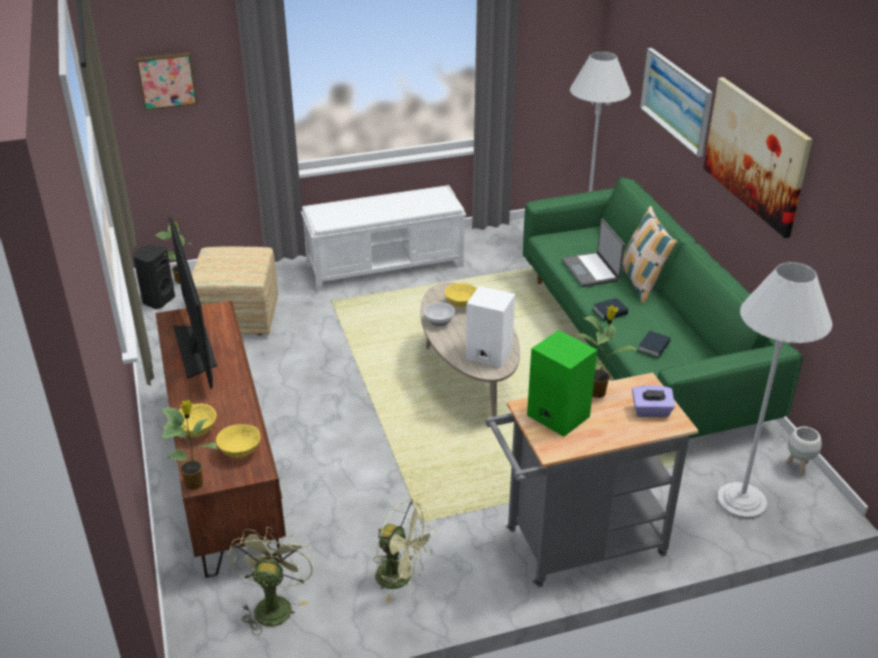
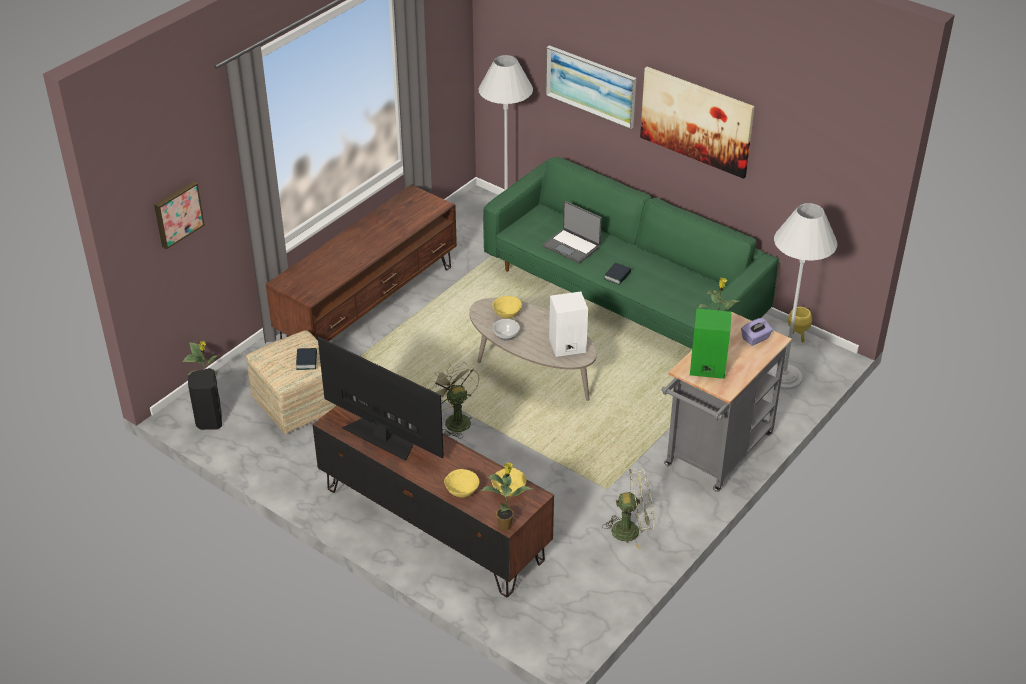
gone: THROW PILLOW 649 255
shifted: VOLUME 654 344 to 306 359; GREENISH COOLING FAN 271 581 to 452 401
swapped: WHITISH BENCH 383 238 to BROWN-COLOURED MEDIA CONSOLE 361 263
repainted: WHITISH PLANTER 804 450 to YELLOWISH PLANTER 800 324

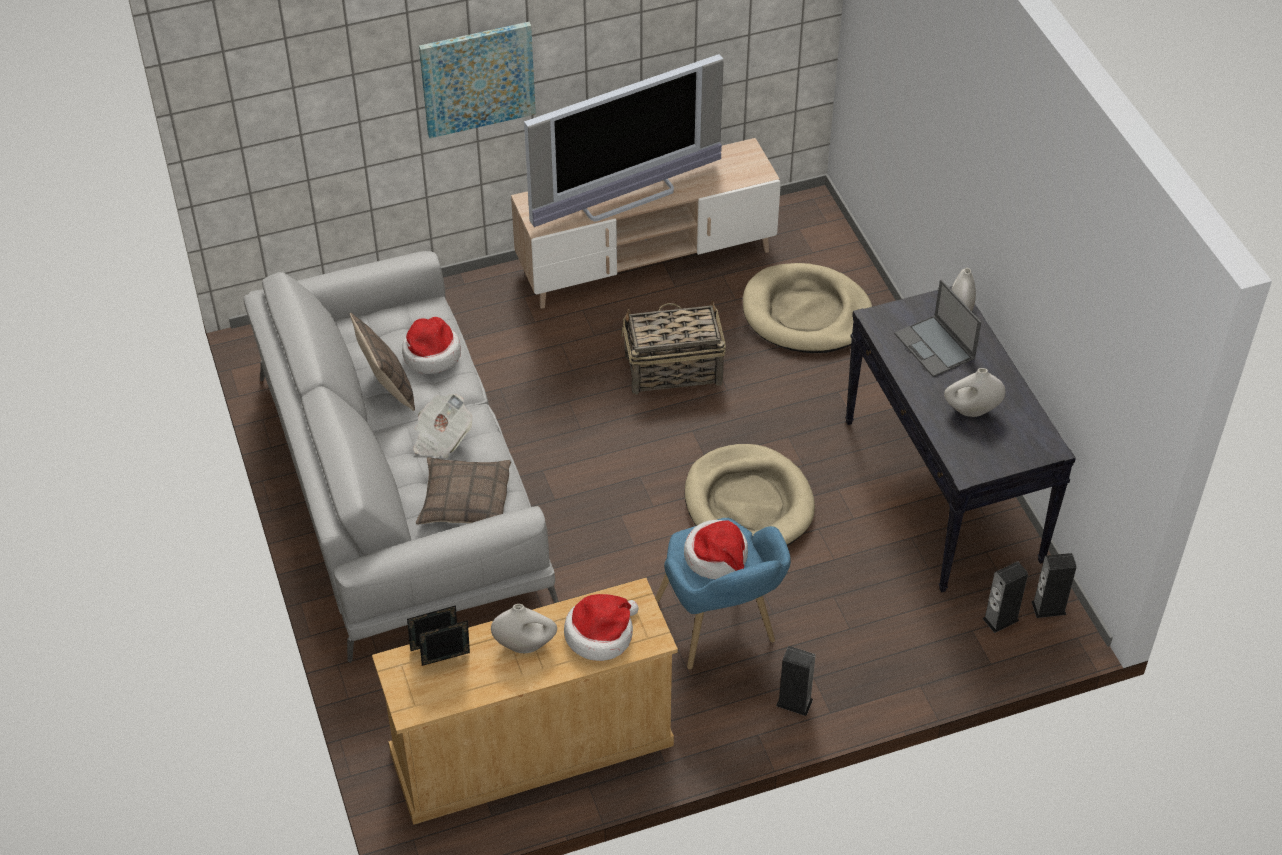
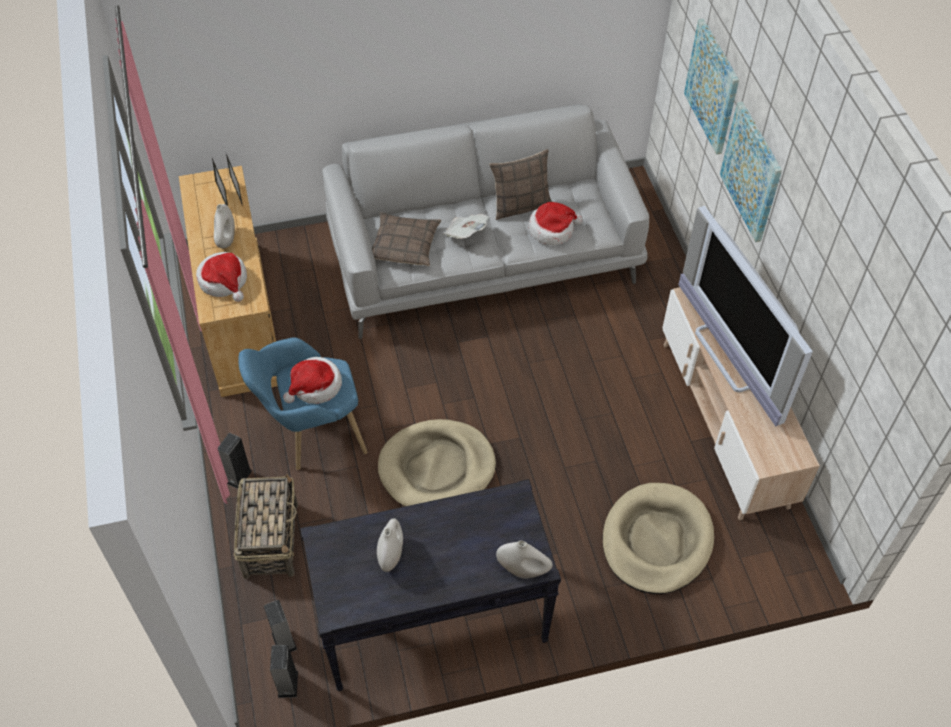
gone: NOTEBOOK COMPUTER 937 328
new: WALL ART 711 86
shifted: BASKET 674 348 to 266 526

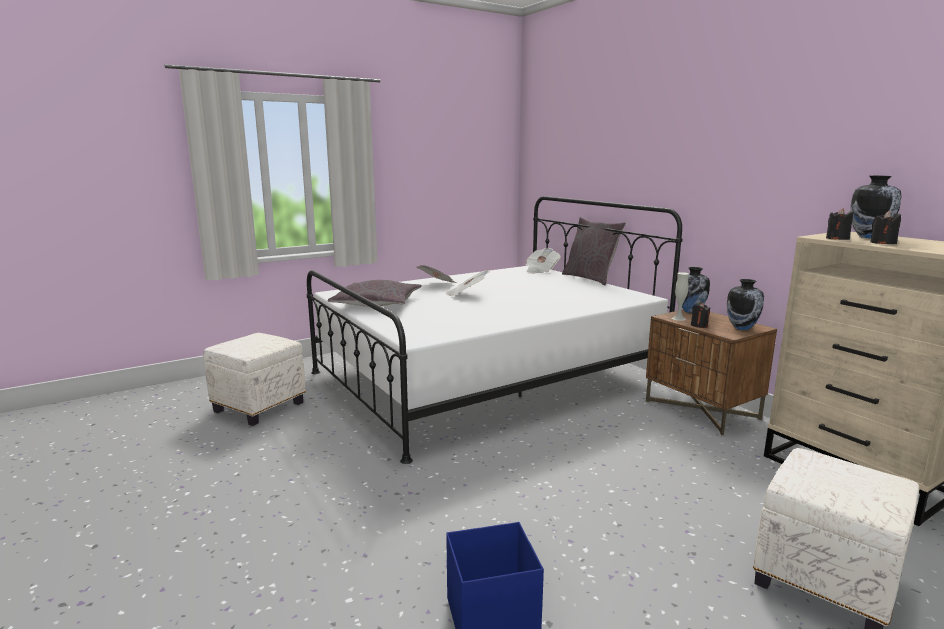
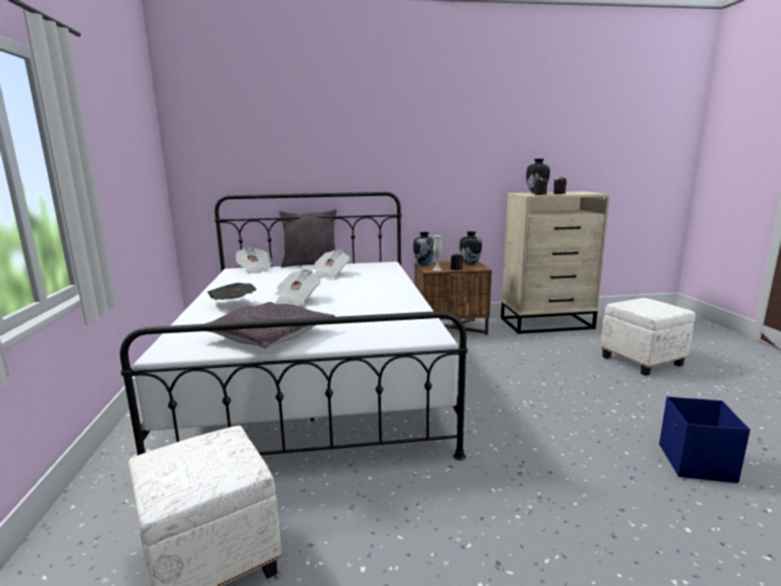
new: DAILY PAPER 331 264

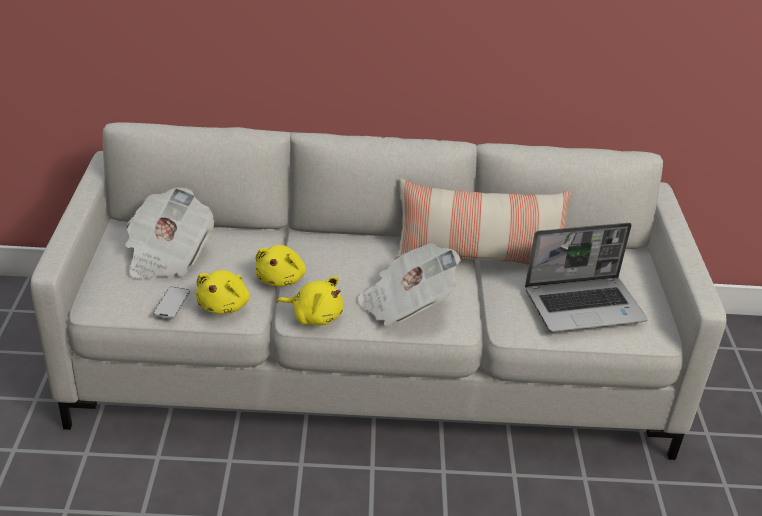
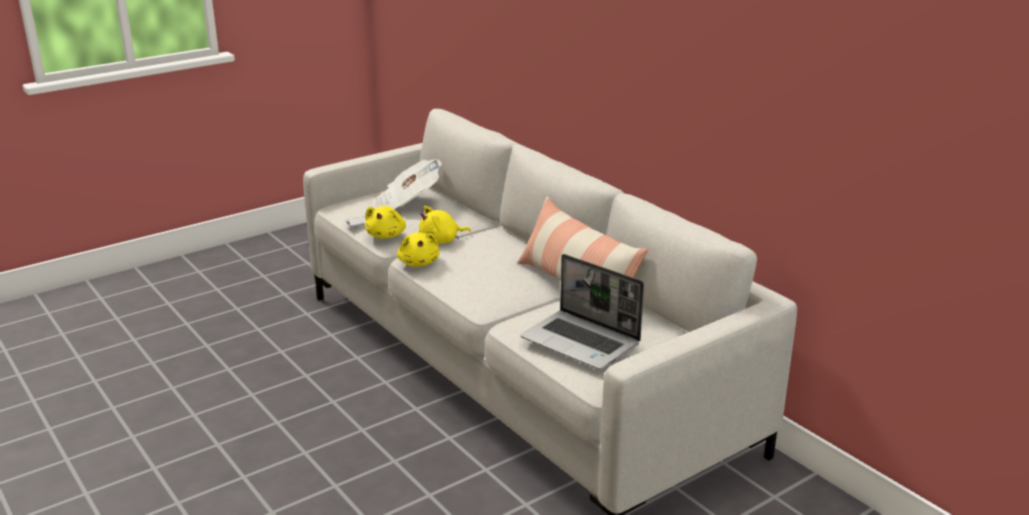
gone: DAILY PAPER 409 284
rotated: YELLOWISH PLUSH TOY 223 292 = 385 222 60 degrees counterclockwise

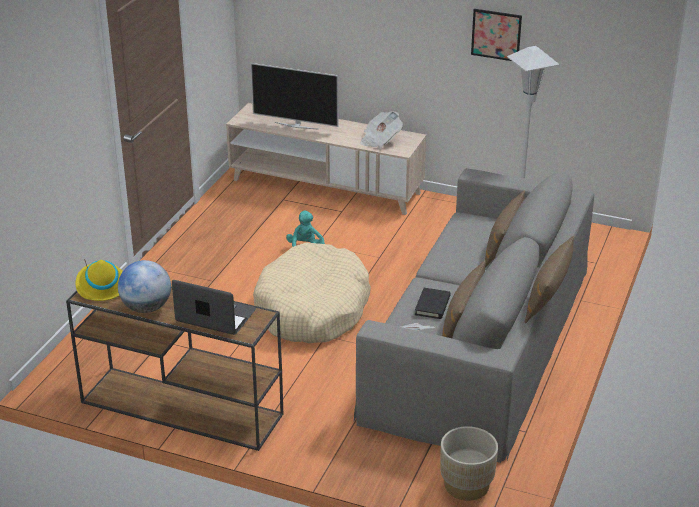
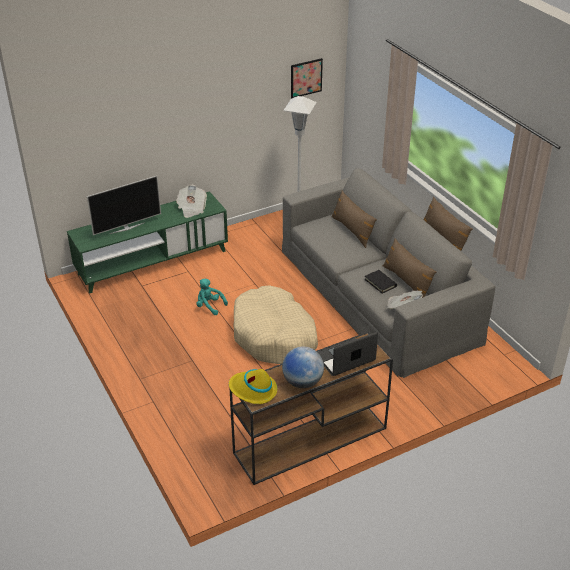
gone: BEIGE PLANTER 469 463
shifted: WALL ART 496 35 to 307 78
repainted: BEIGE MEDIA CONSOLE 326 159 to GREENISH MEDIA CONSOLE 147 242

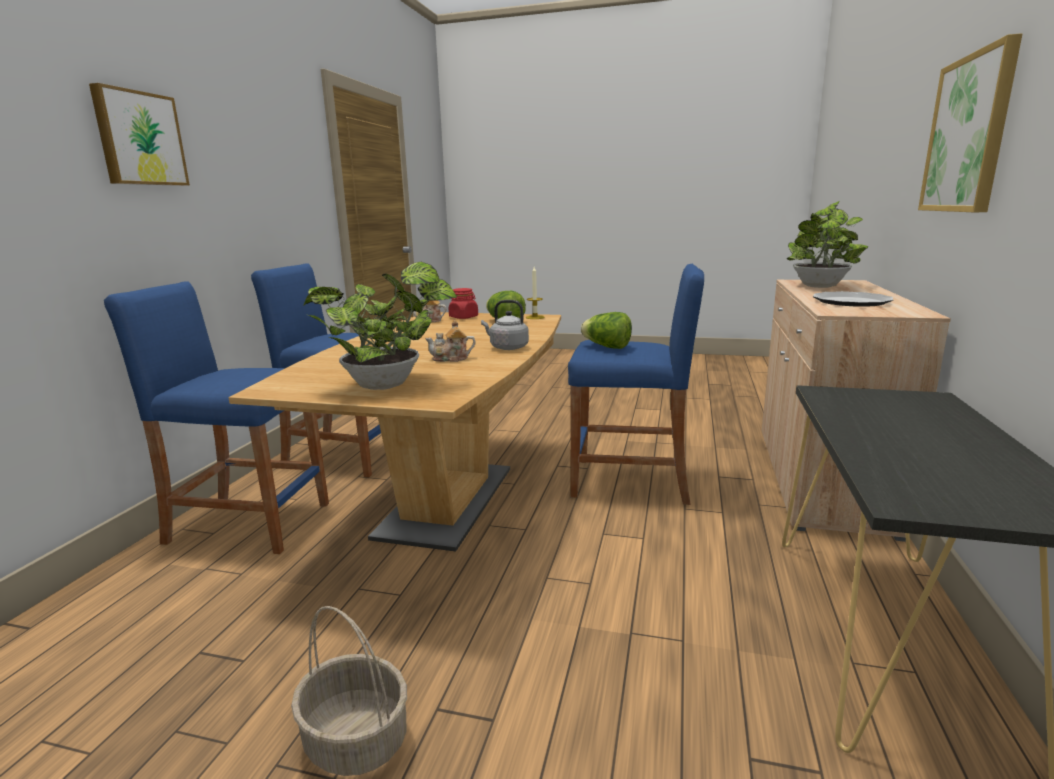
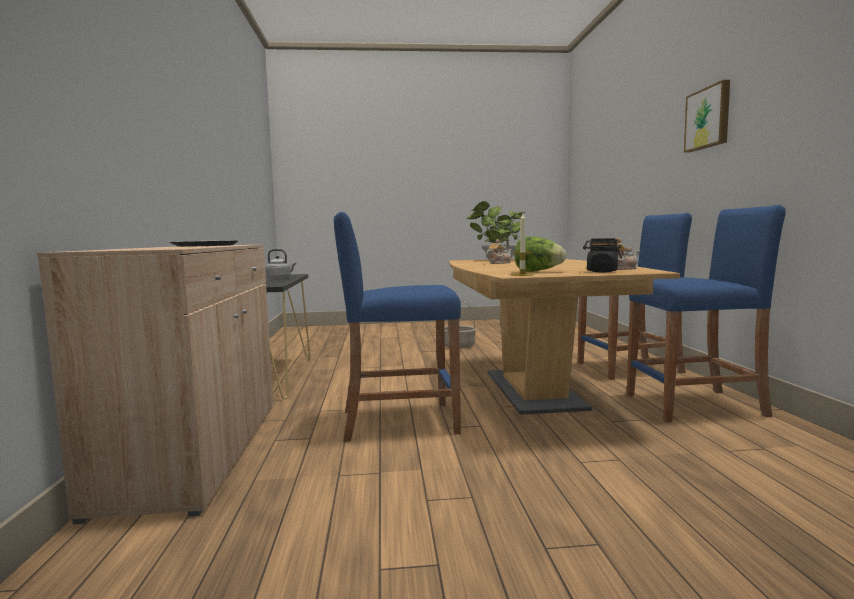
gone: WALL ART 970 122; HOUSEPLANT 828 244; HEAD OF LETTUCE 606 330
shifted: GRAY WATER KETTLE 505 325 to 281 264
repainted: RED STORAGE JAR 463 303 to BLACK-COLOURED STORAGE JAR 602 255

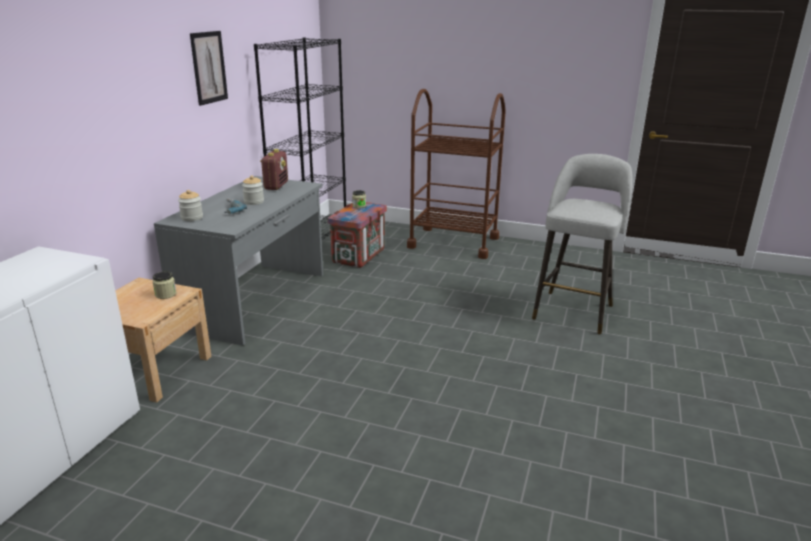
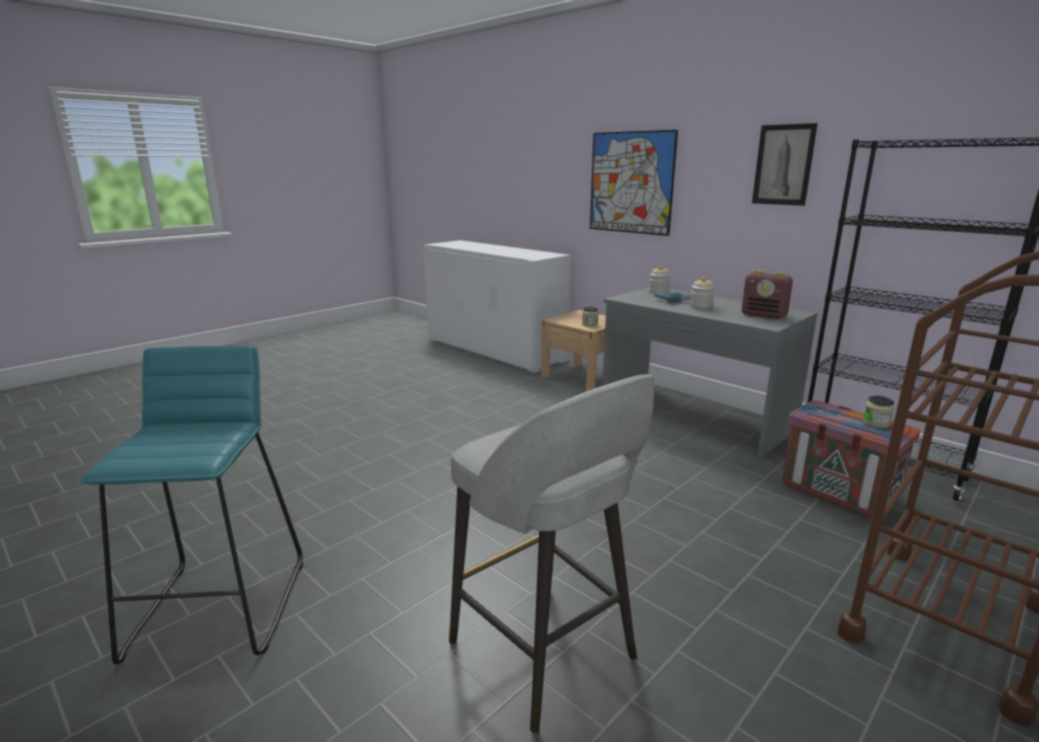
new: WALL ART 634 183; BLUE-GREEN STOOL 192 505

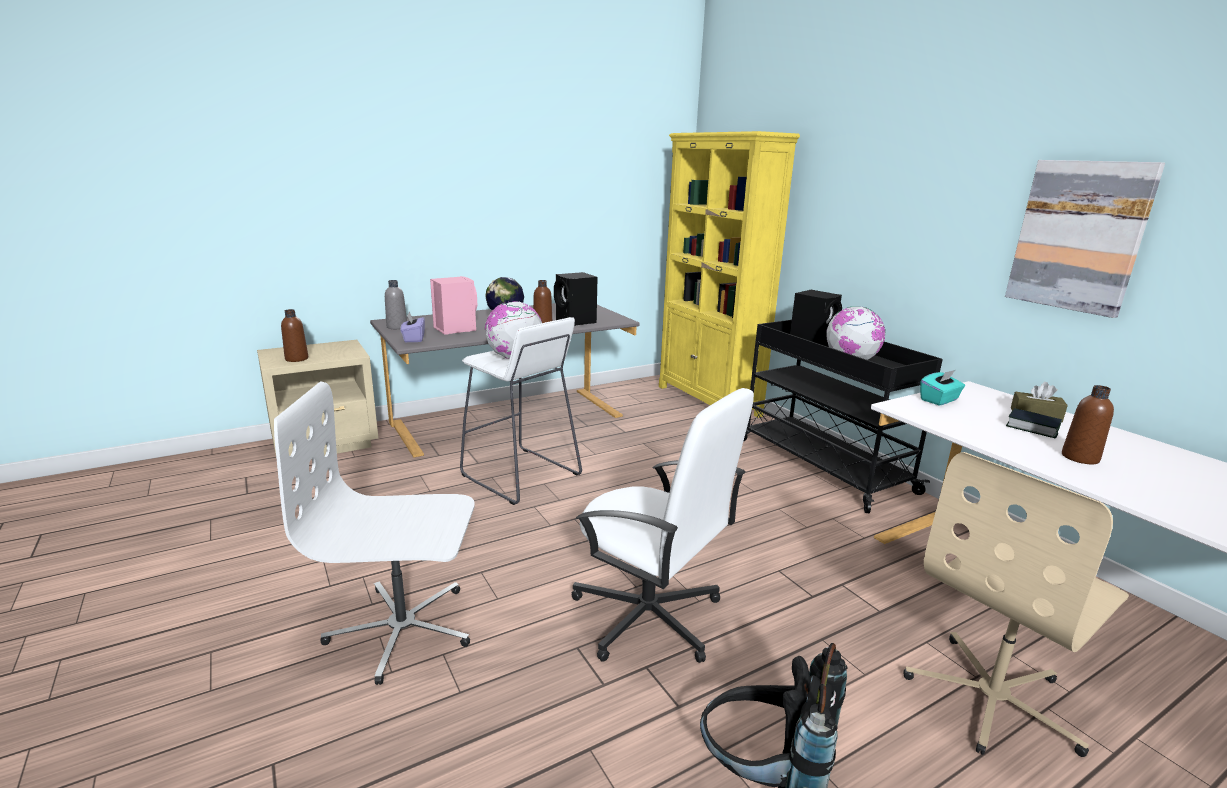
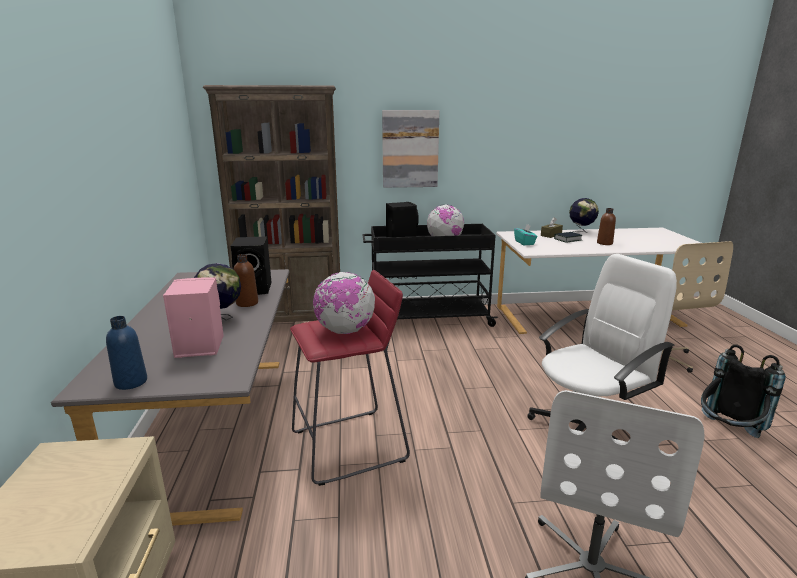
gone: BROWN-COLOURED DRINK BOTTLE 294 335; PURPLE TISSUE HOLDER 412 327
new: DESK GLOBE 584 215
shifted: WALL ART 1085 239 to 411 149
repainted: YELLOWISH BOOKCASE 729 274 to BROWN-COLOURED BOOKCASE 271 204; GRAY DRINK BOTTLE 396 304 to BLUE-COLOURED DRINK BOTTLE 126 353; WHITISH STOOL 521 411 to RED STOOL 350 378

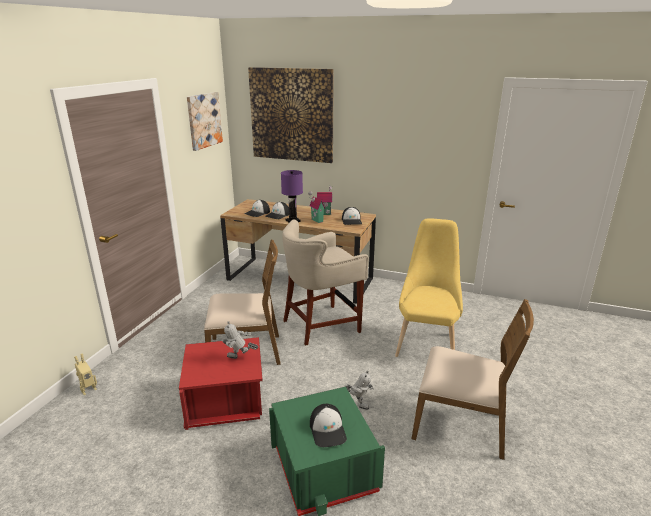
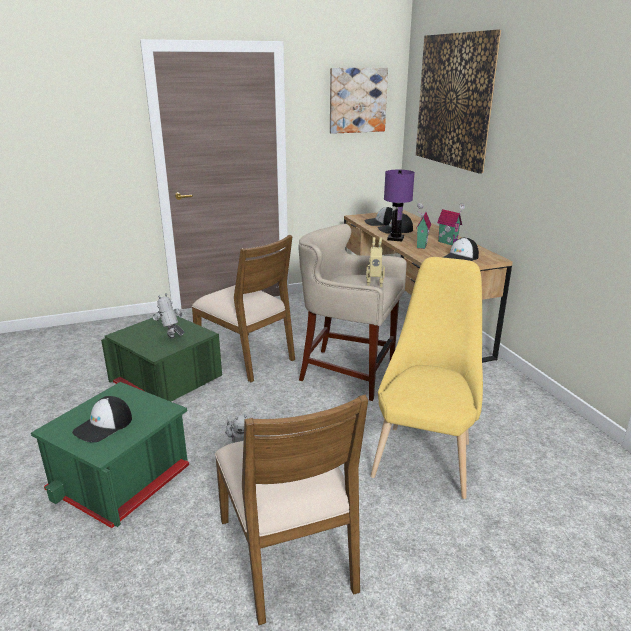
shifted: ROBOT FIGURE 85 374 to 375 262
repainted: RED STORAGE BIN 221 383 to GREENISH STORAGE BIN 161 359
rotated: YELLOWISH PLAIN CHAIR 429 287 = 426 378 45 degrees counterclockwise

